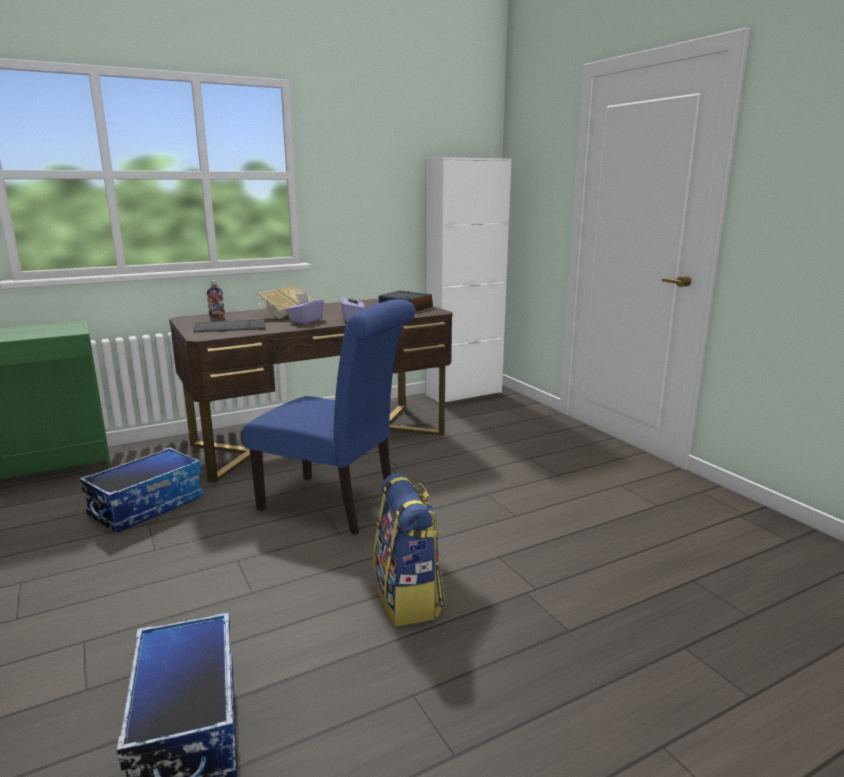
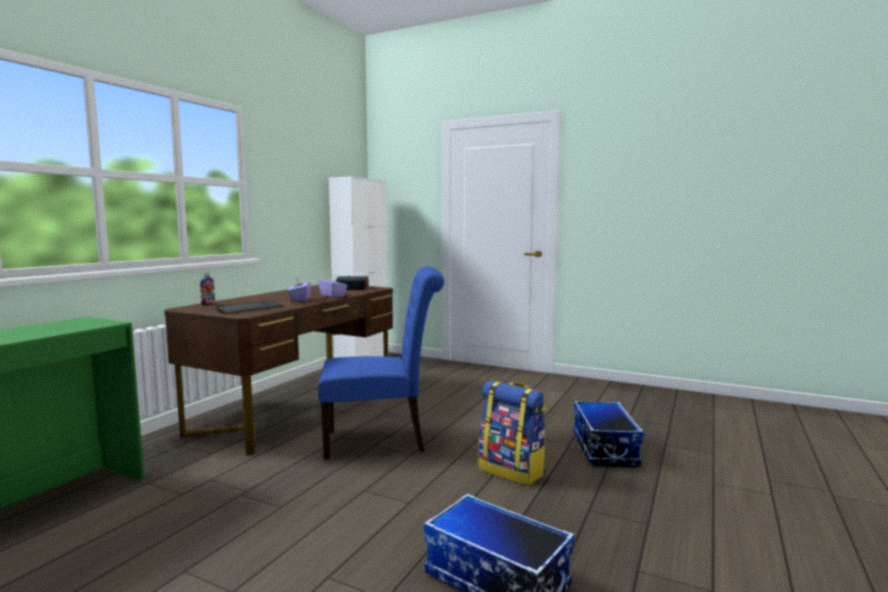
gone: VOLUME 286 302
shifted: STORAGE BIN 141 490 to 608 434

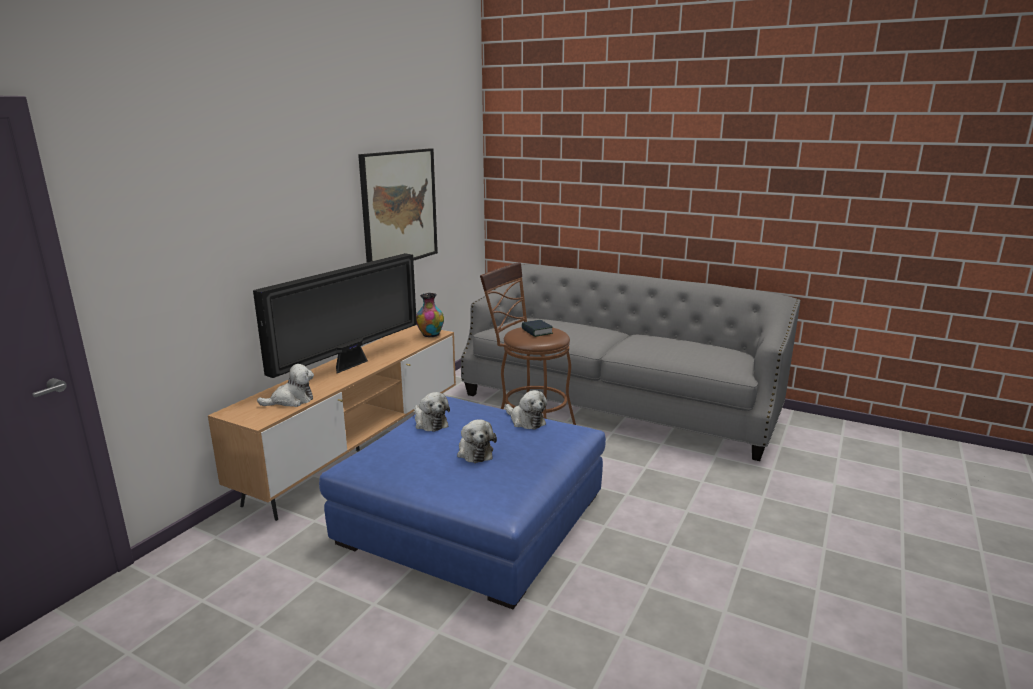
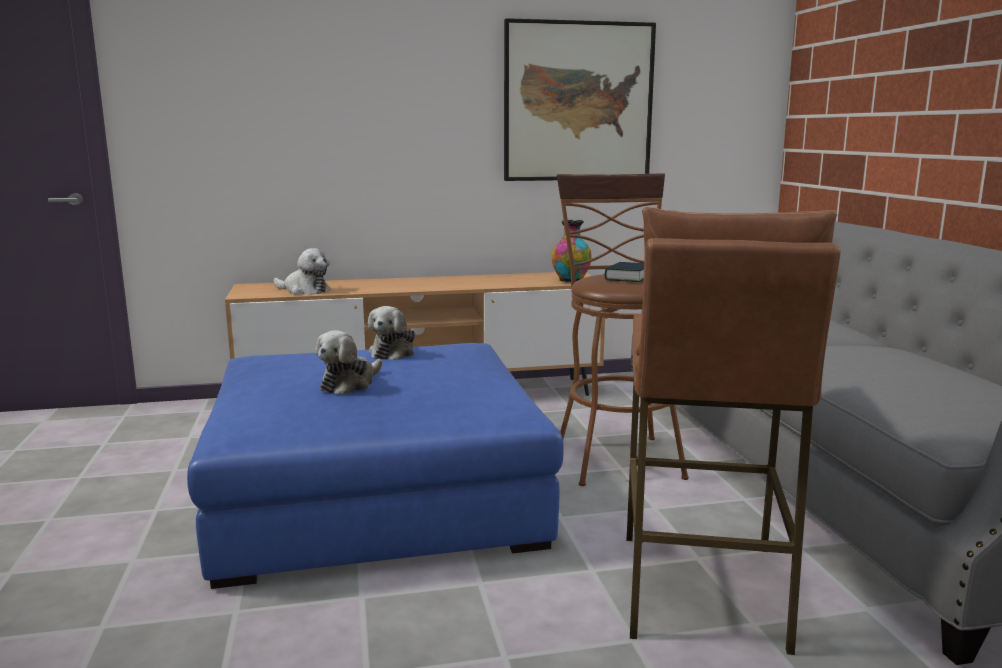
gone: TV 335 315; PLUSH TOY 526 410
new: BROWN-COLOURED STOOL 734 431

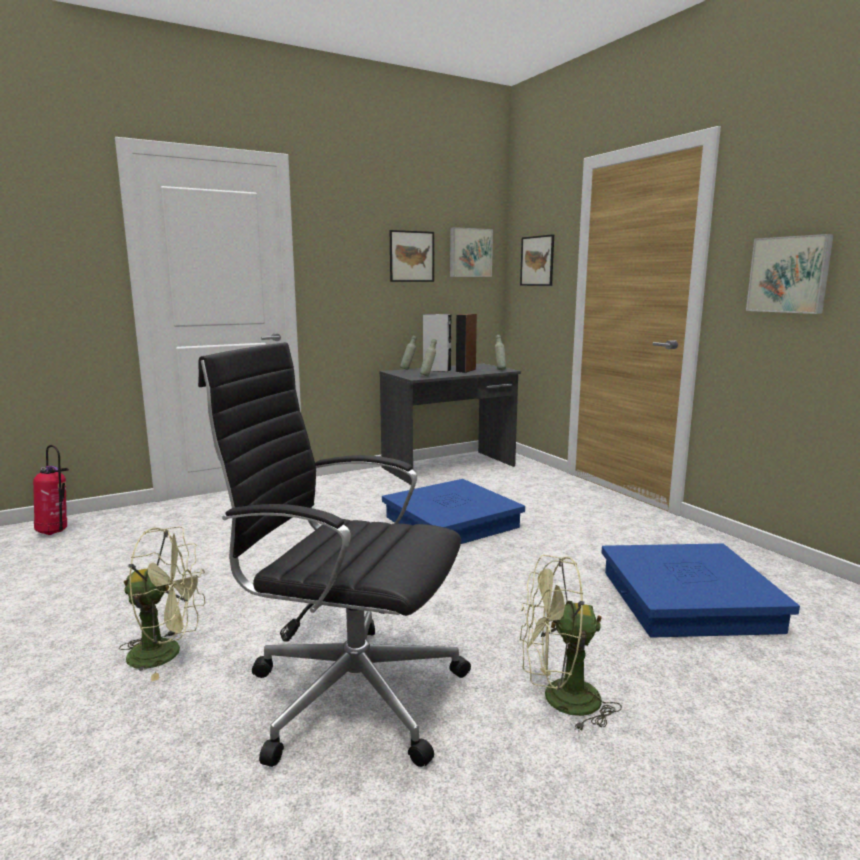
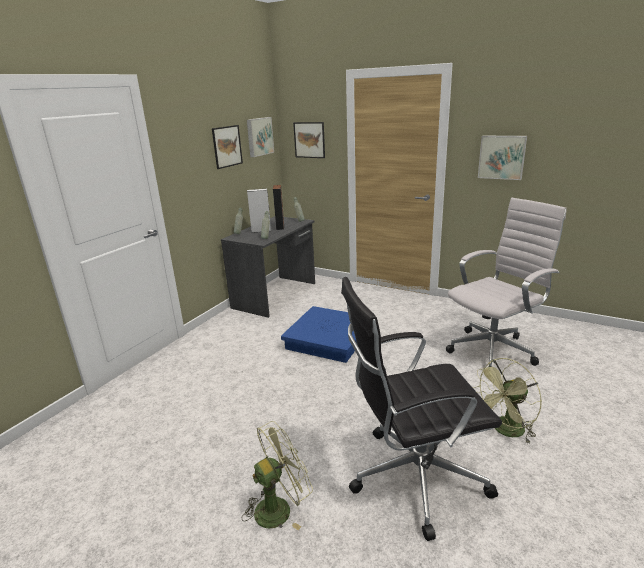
gone: FIRE-FIGHTING CYLINDER 51 490
swapped: BLUE-COLOURED STORAGE BIN 700 590 to WHITISH COMPUTER CHAIR 506 282

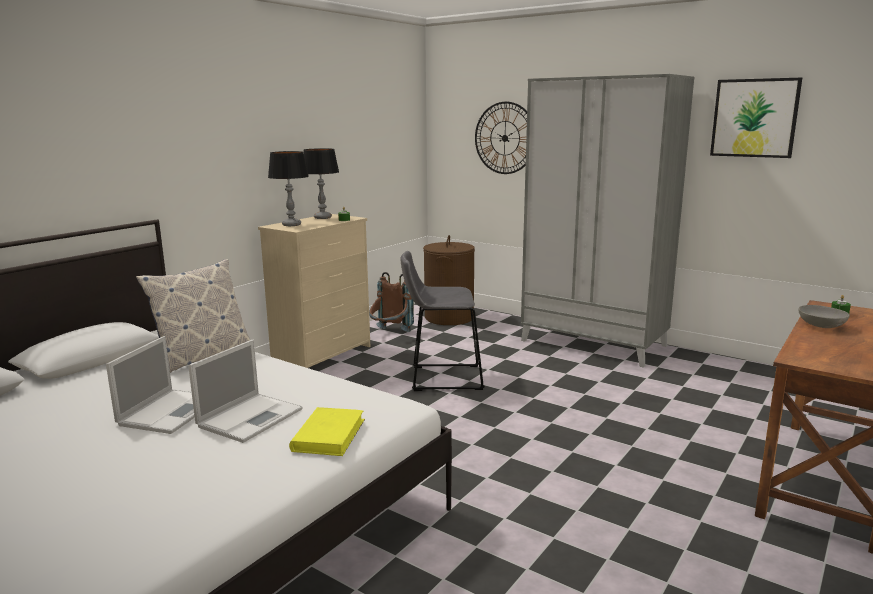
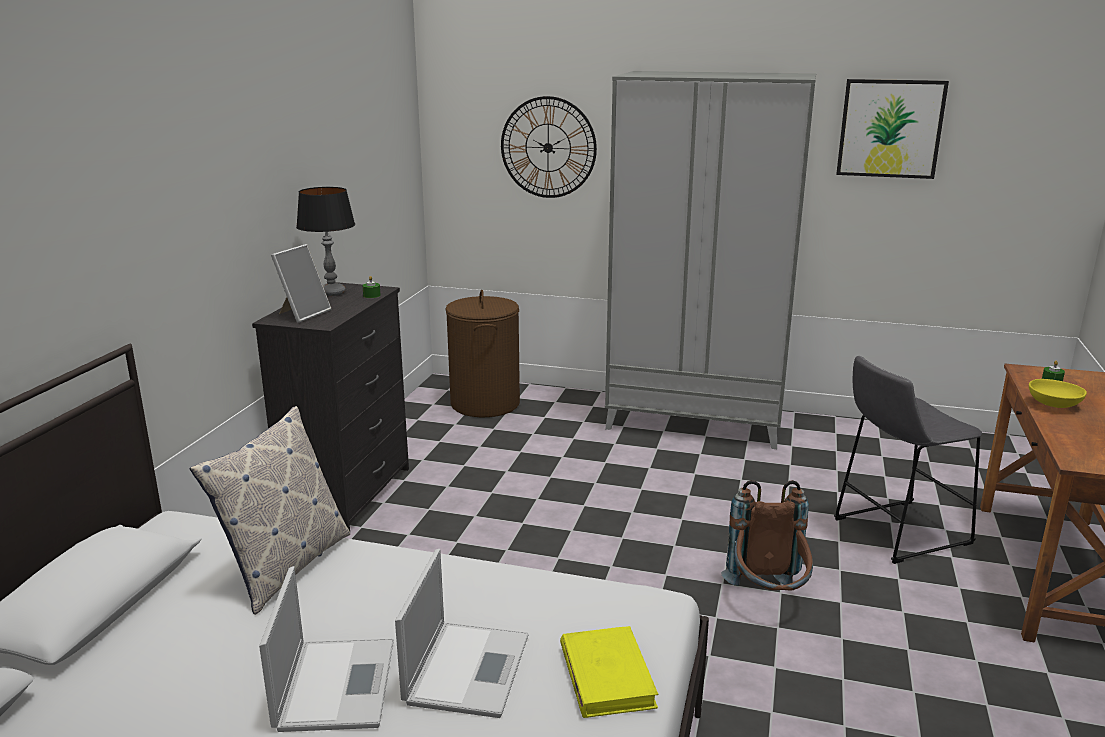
shifted: GRAY STOOL 442 321 to 908 460; BROWN-COLOURED RUCKSACK 391 302 to 767 535
swapped: TABLE LAMP 288 188 to PICTURE FRAME 301 283
repainted: BEIGE DRAWER CHEST 314 291 to BLACK-COLOURED DRAWER CHEST 330 406; GRAY DEEP DISH 824 316 to YELLOWISH DEEP DISH 1058 393

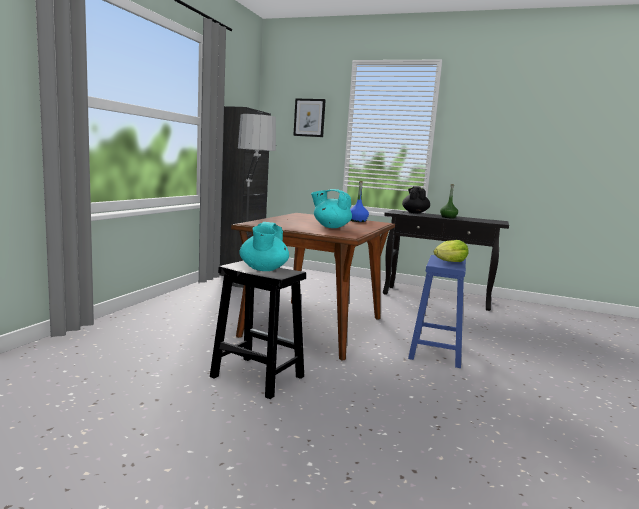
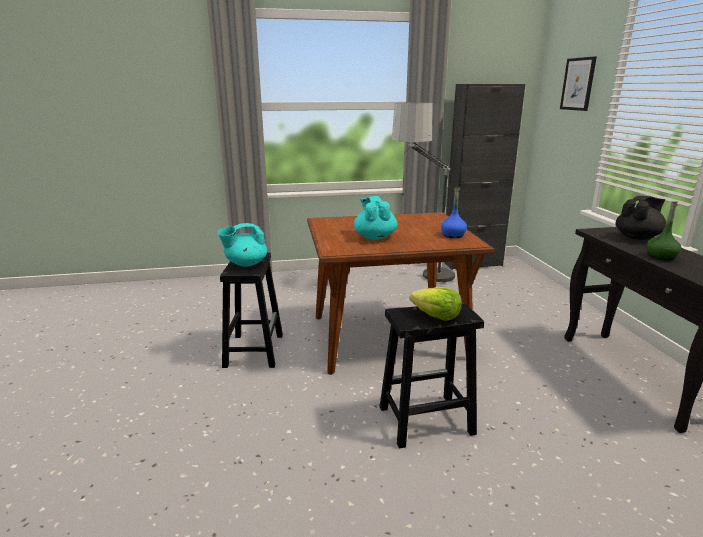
repainted: BLUE-COLOURED STOOL 437 311 to BLACK-COLOURED STOOL 432 375

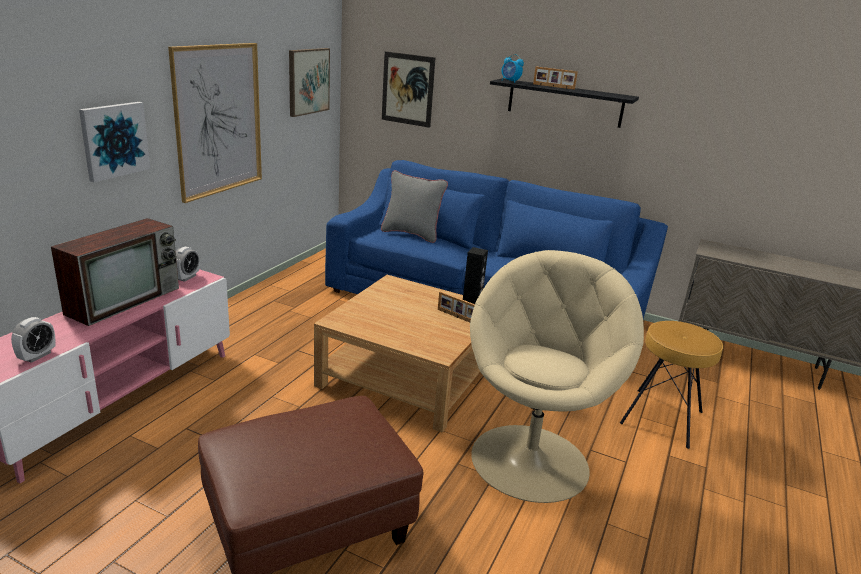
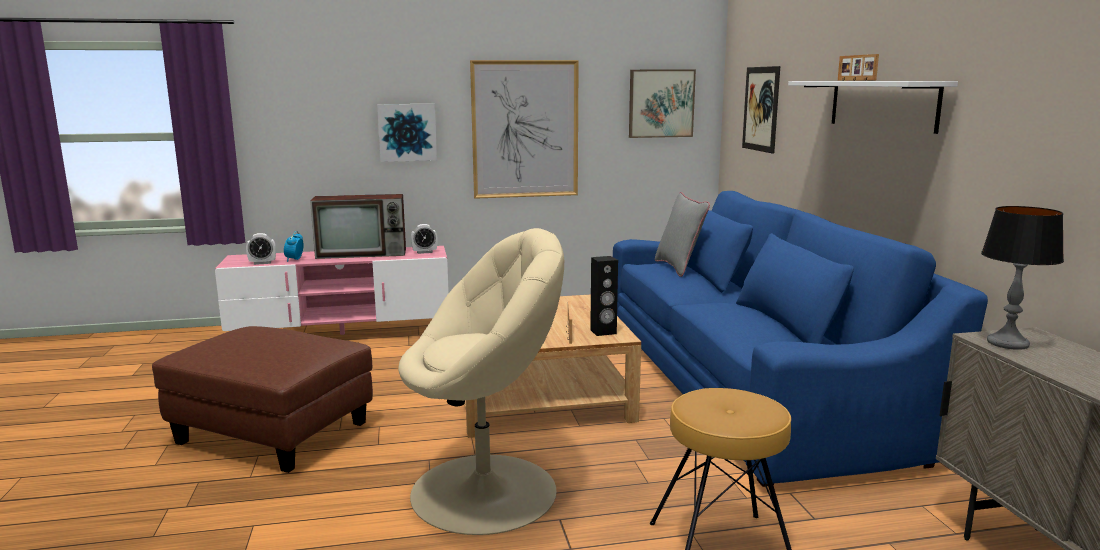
new: TABLE LAMP 1022 278
shifted: BEDSIDE CLOCK 512 68 to 294 246
repainted: BLACK-COLOURED BRACKET SHELF 564 103 to WHITISH BRACKET SHELF 873 107

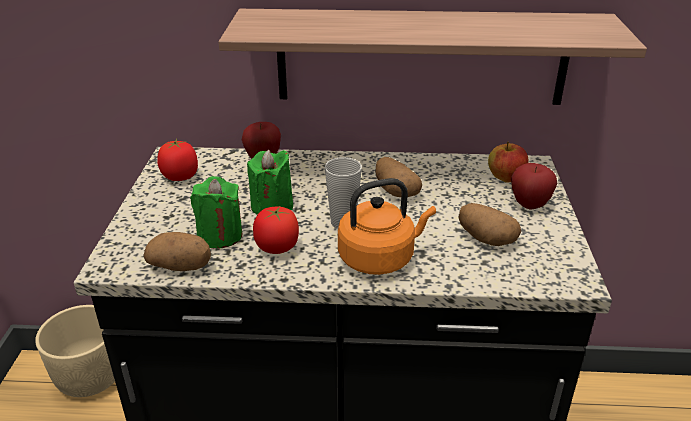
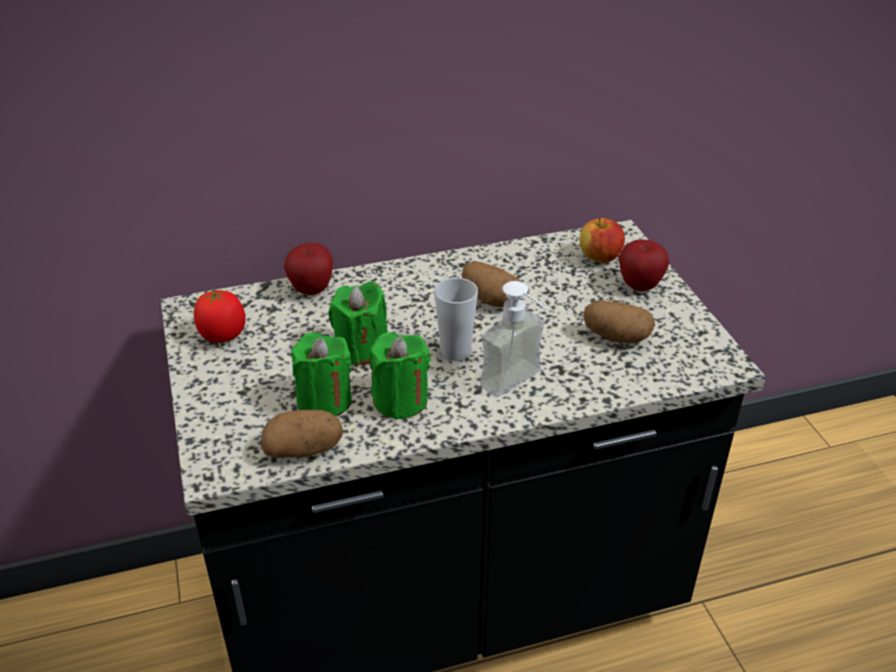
gone: BRACKET SHELF 432 57; BEIGE PLANTER 75 351
swapped: ORANGE-COLOURED WATER KETTLE 387 226 to SOAP DISPENSER 513 339; TOMATO 276 230 to GREENISH WAX CANDLE 400 376

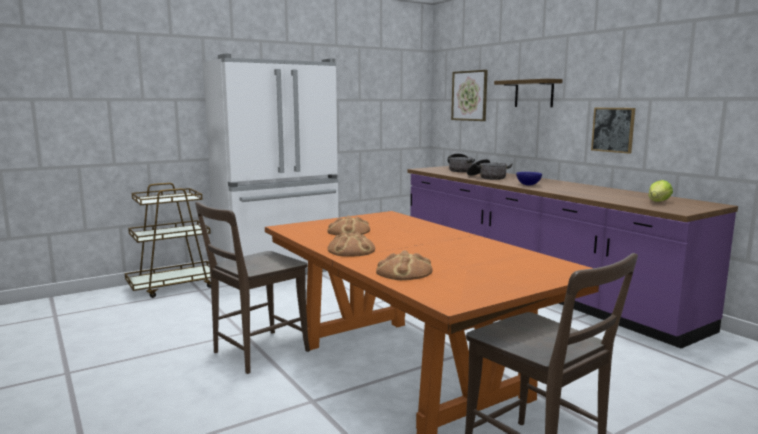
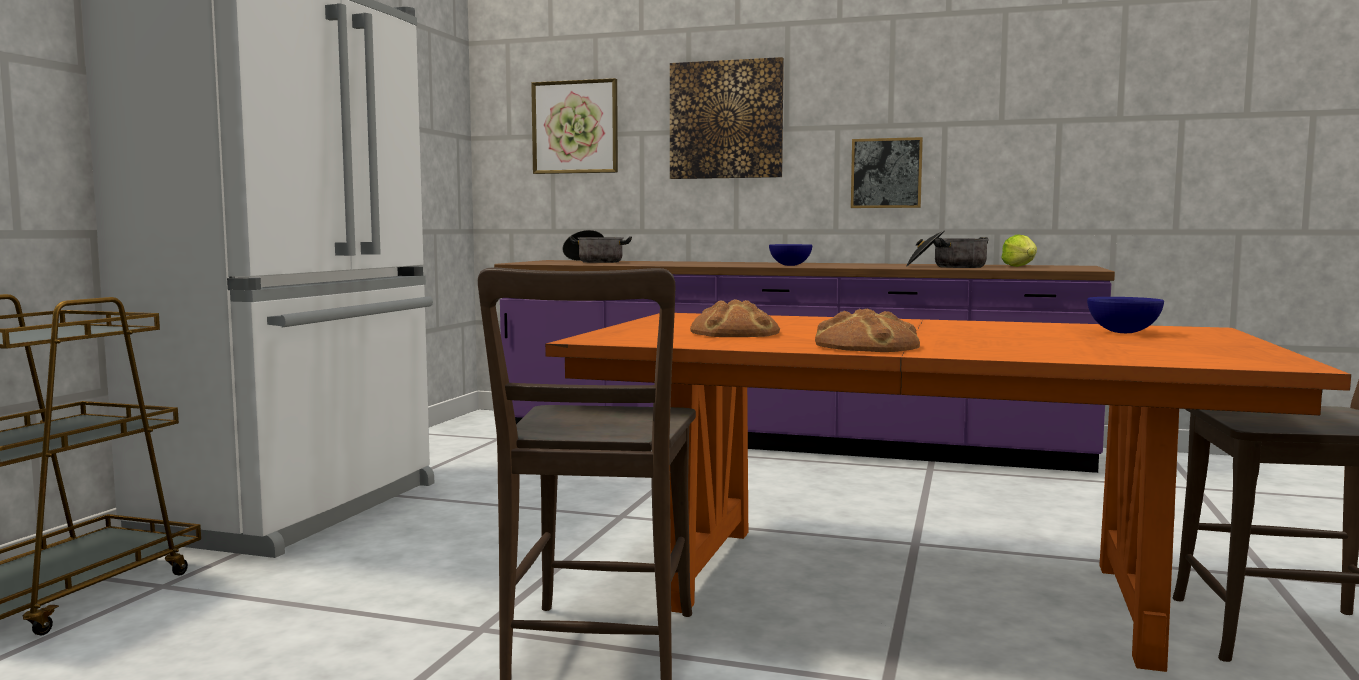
gone: BREAD 404 265
new: BLUE-COLOURED DEEP DISH 1125 315
shifted: SAUCEPOT 490 169 to 947 249
swapped: BRACKET SHELF 528 93 to WALL ART 727 118

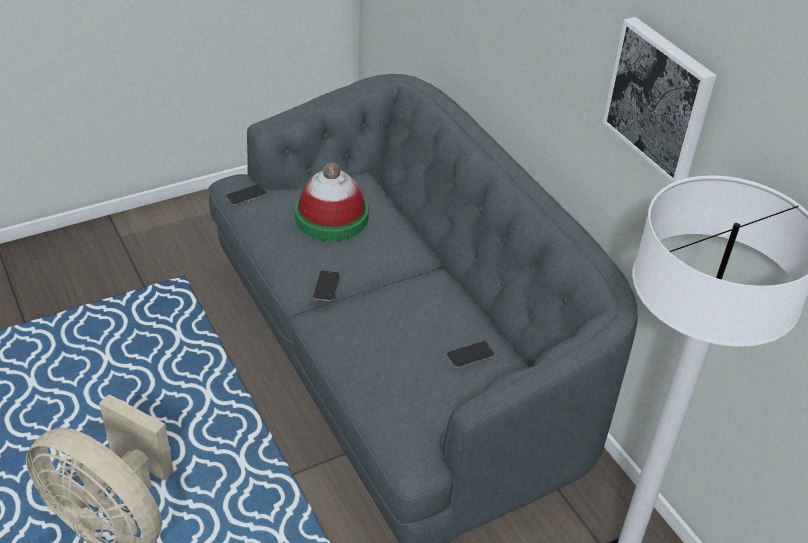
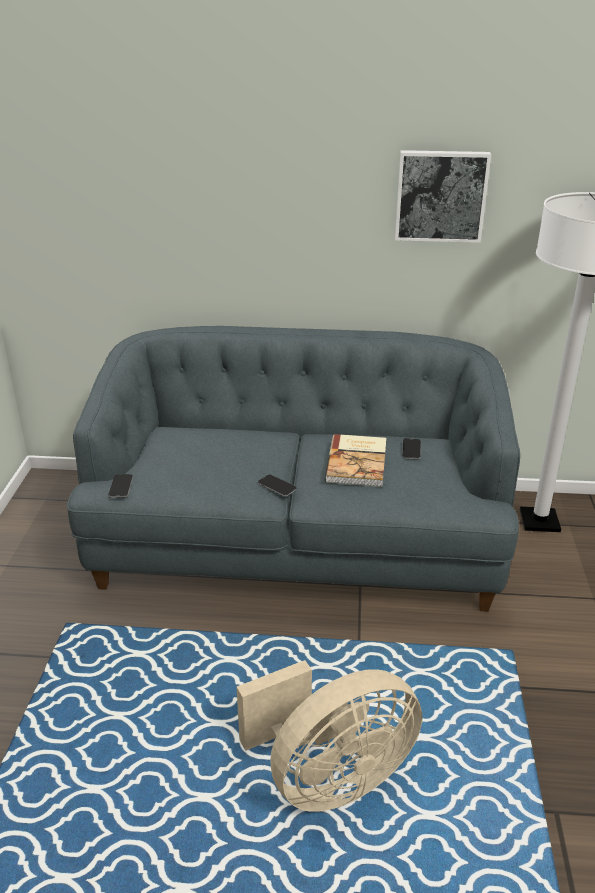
gone: WEARABLE HAT 332 202
new: VOLUME 355 460

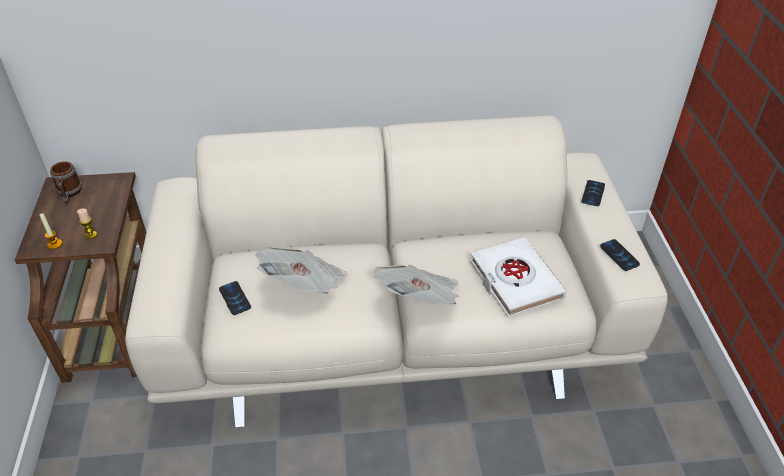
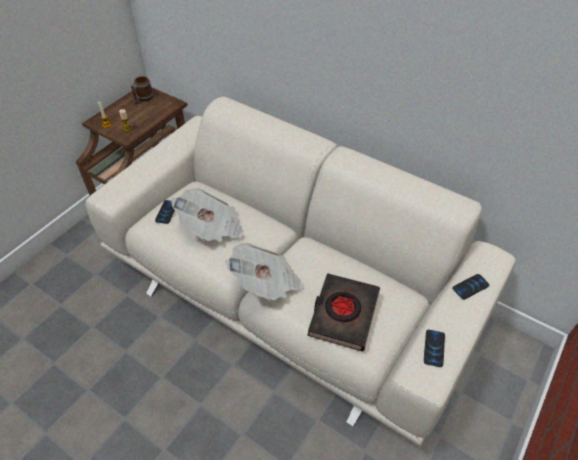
repainted: WHITISH VOLUME 518 277 to BLACK-COLOURED VOLUME 343 312

